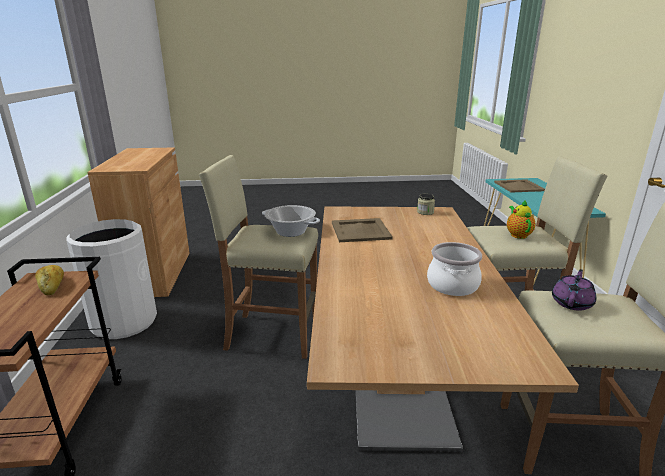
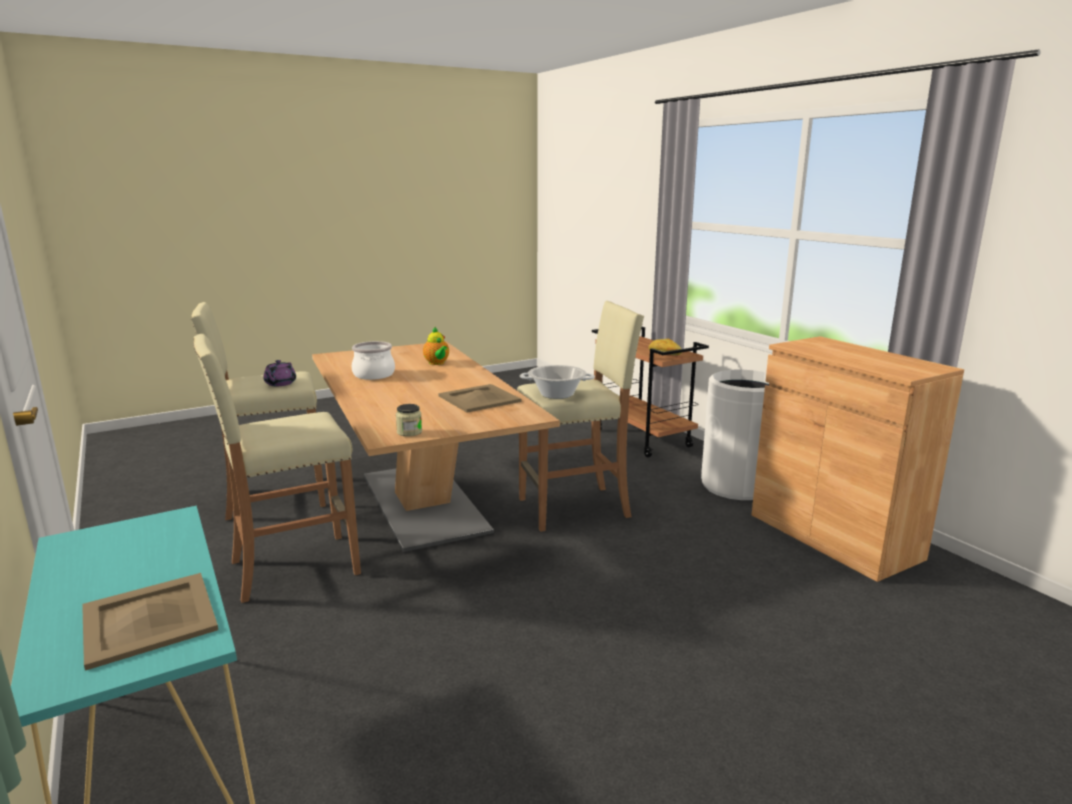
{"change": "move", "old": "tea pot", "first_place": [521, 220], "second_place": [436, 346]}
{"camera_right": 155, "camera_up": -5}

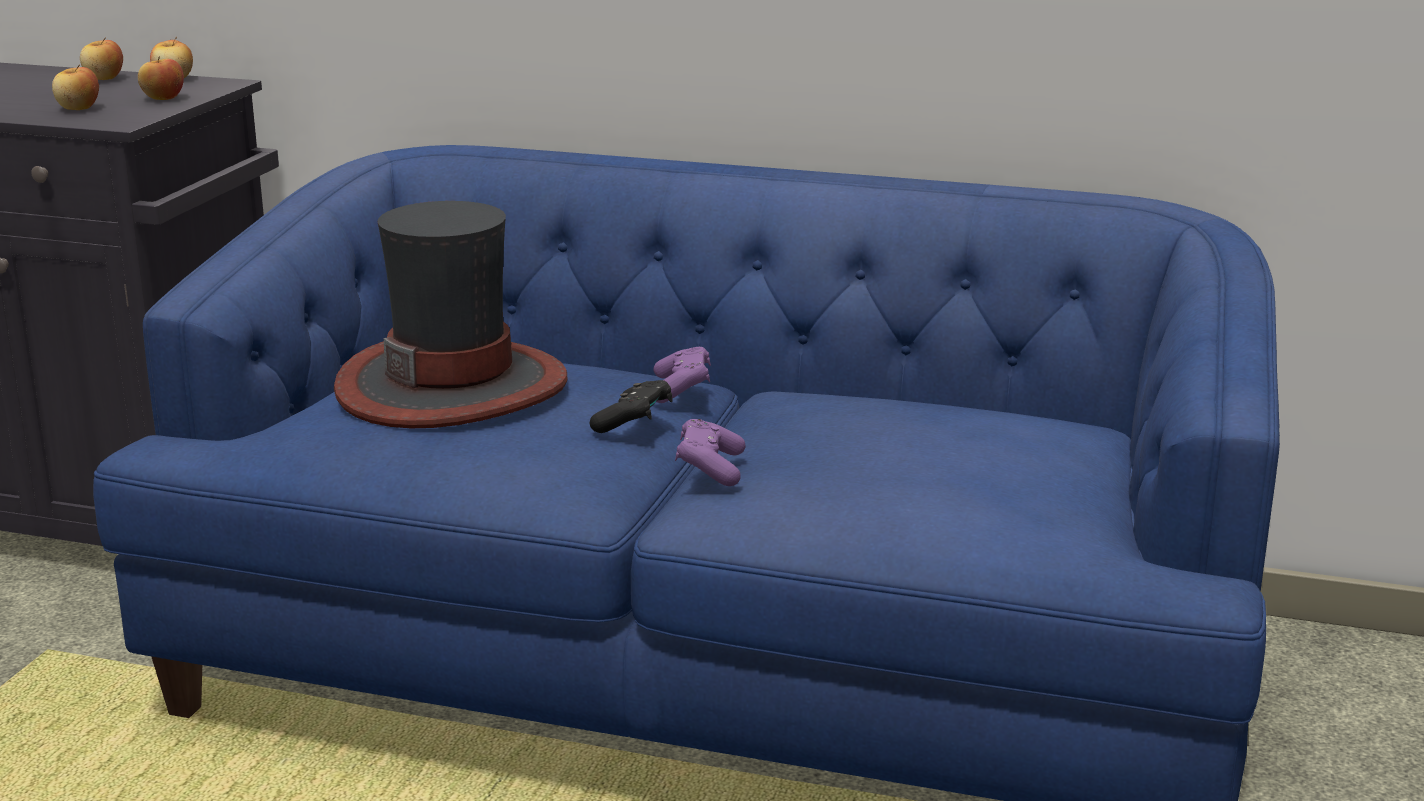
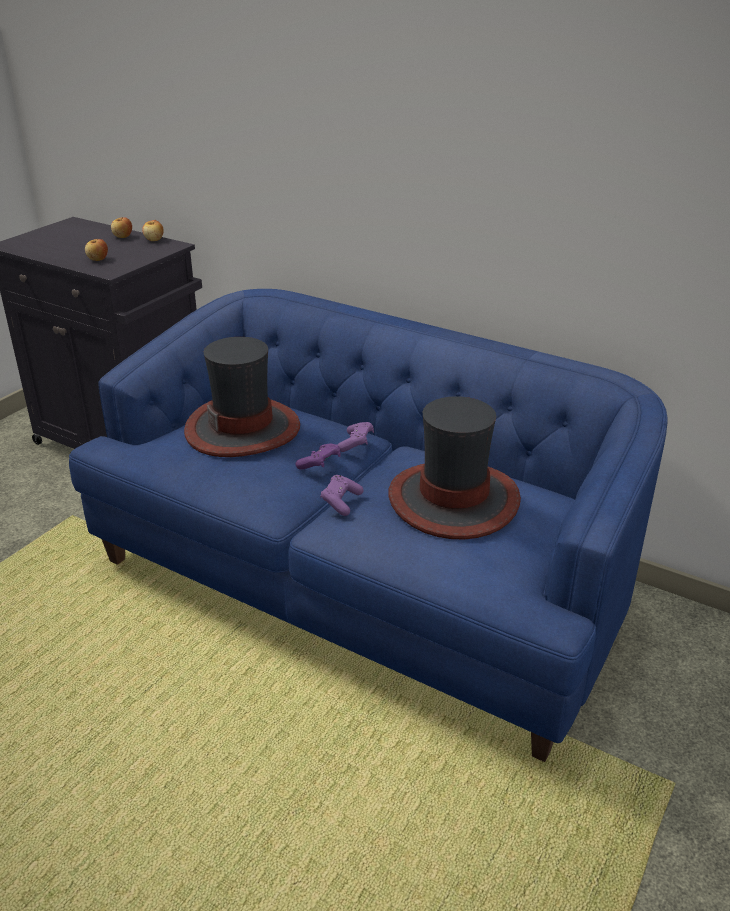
{"change": "recolor", "old": "joypad in black", "new": "joypad in purple", "first_place": [631, 406], "second_place": [318, 457]}
{"change": "insert", "new": "hat", "second_place": [454, 468]}
{"change": "delete", "old": "apple", "first_place": [161, 78]}
{"camera_right": 15, "camera_up": 10}

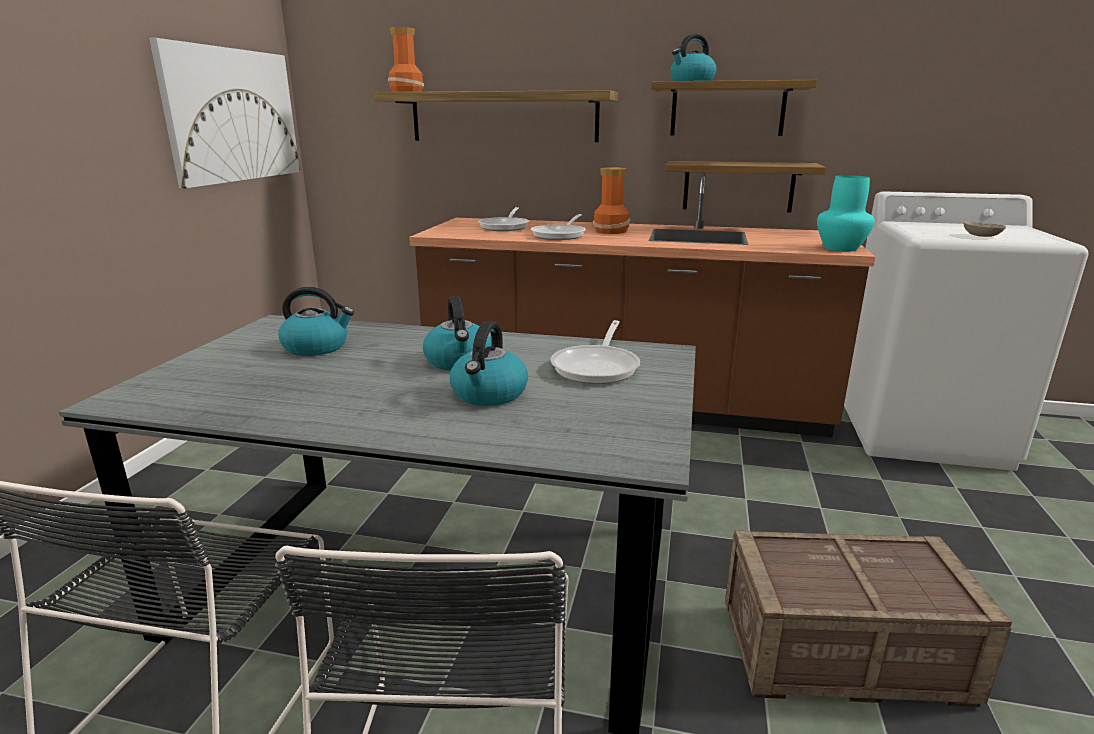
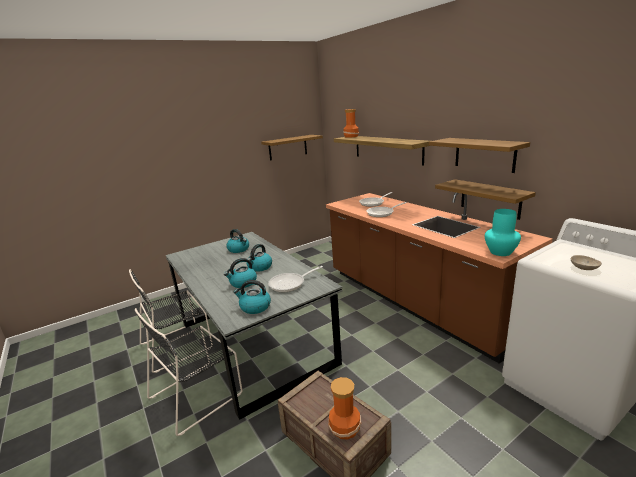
{"change": "move", "old": "water kettle", "first_place": [693, 57], "second_place": [252, 297]}
{"change": "replace", "old": "picture", "new": "wall shelf", "first_place": [224, 113], "second_place": [292, 148]}
{"change": "move", "old": "vase", "first_place": [611, 200], "second_place": [345, 408]}
{"camera_right": 45, "camera_up": 0}

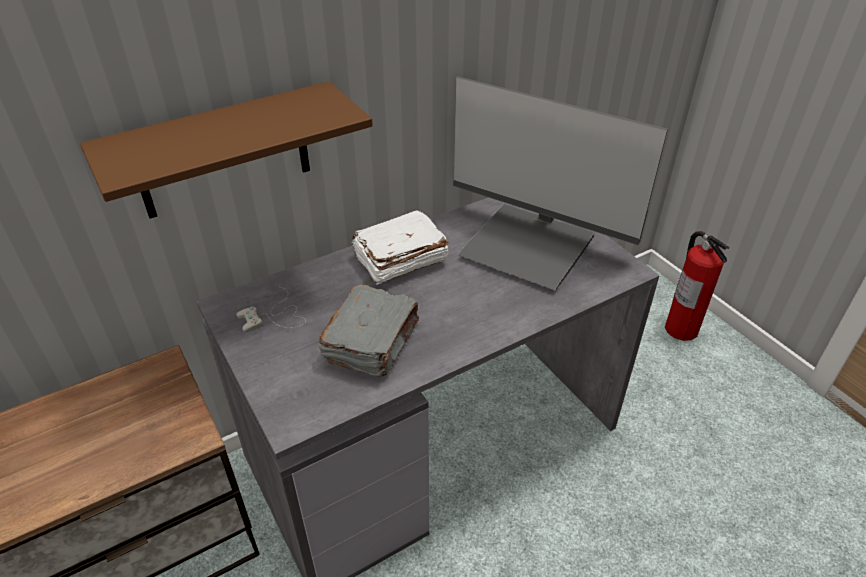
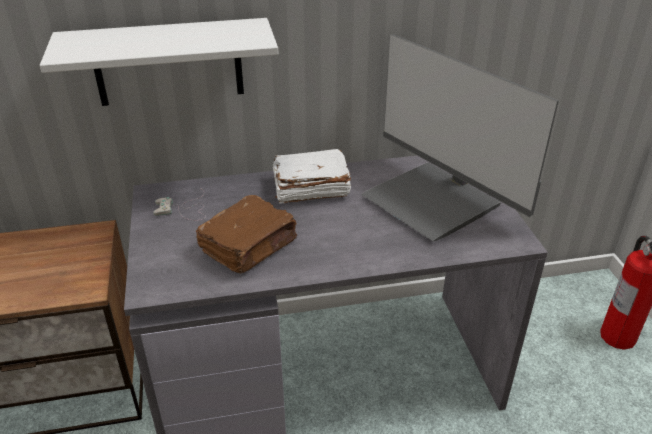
{"change": "recolor", "old": "wall shelf in brownish", "new": "wall shelf in white-coloured", "first_place": [226, 150], "second_place": [159, 62]}
{"change": "recolor", "old": "bound book in grey", "new": "bound book in brownish", "first_place": [368, 330], "second_place": [246, 234]}
{"camera_right": 20, "camera_up": -5}

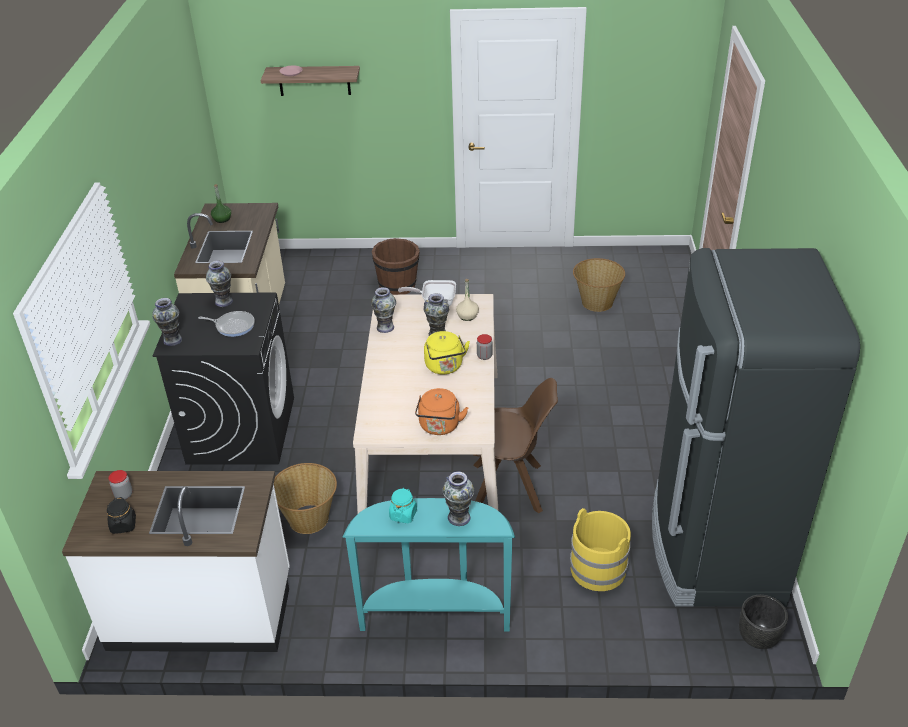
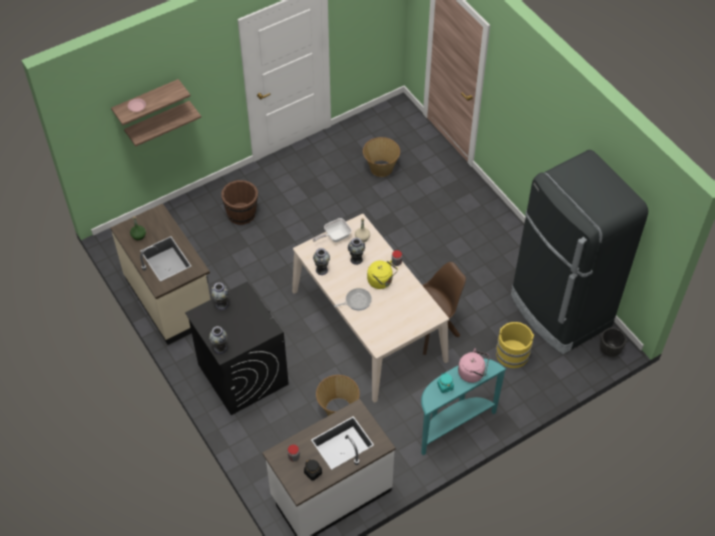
{"change": "insert", "new": "wall shelf", "second_place": [162, 124]}
{"change": "move", "old": "frying pan", "first_place": [226, 324], "second_place": [353, 299]}
{"change": "replace", "old": "vase", "new": "water kettle in pink", "first_place": [458, 498], "second_place": [473, 365]}
{"change": "delete", "old": "water kettle in orange", "first_place": [441, 411]}
{"camera_right": -35, "camera_up": 15}

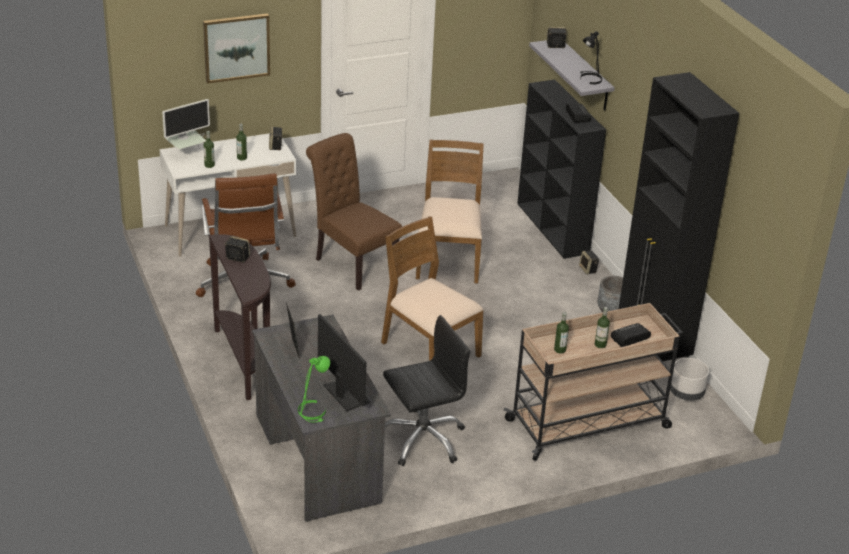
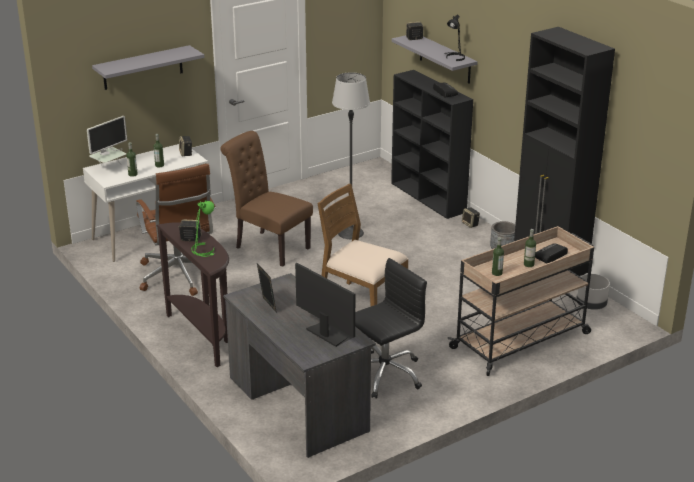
{"change": "replace", "old": "picture", "new": "wall shelf in grey", "first_place": [236, 48], "second_place": [148, 67]}
{"change": "move", "old": "lamp for a table in greenish", "first_place": [314, 389], "second_place": [203, 228]}
{"change": "replace", "old": "chair in brownish", "new": "standard lamp", "first_place": [450, 211], "second_place": [351, 155]}
{"camera_right": -10, "camera_up": -5}

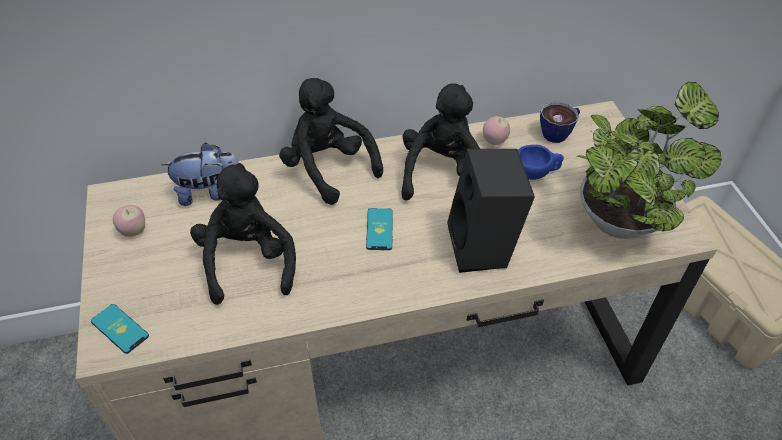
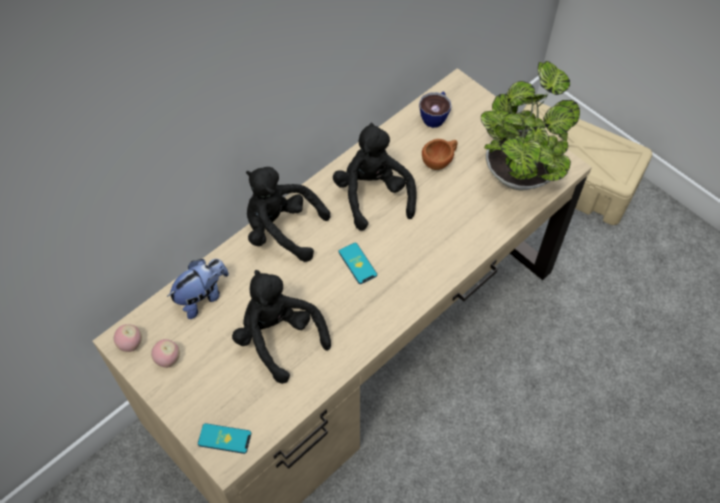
{"change": "move", "old": "apple", "first_place": [496, 130], "second_place": [128, 338]}
{"change": "recolor", "old": "small cup in blue-coloured", "new": "small cup in brownish", "first_place": [541, 162], "second_place": [440, 154]}
{"change": "delete", "old": "speaker in black", "first_place": [491, 211]}
{"camera_right": -30, "camera_up": 10}

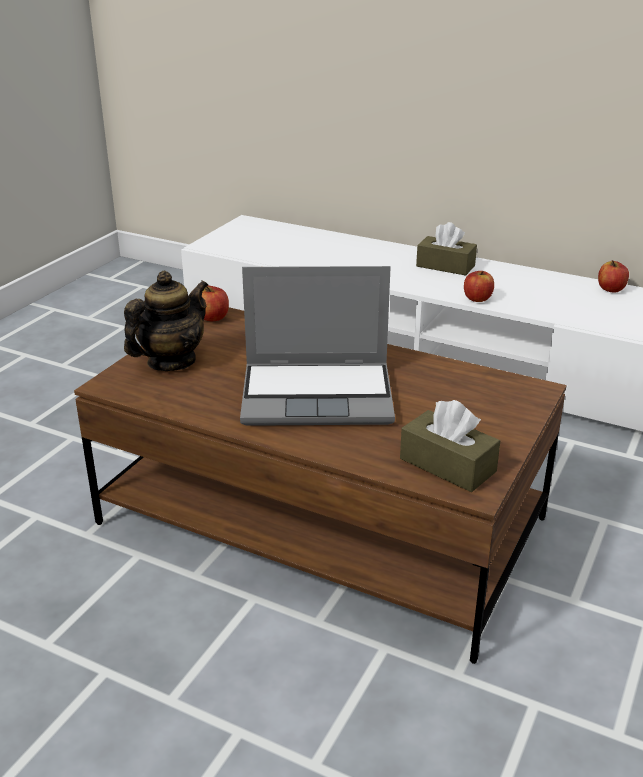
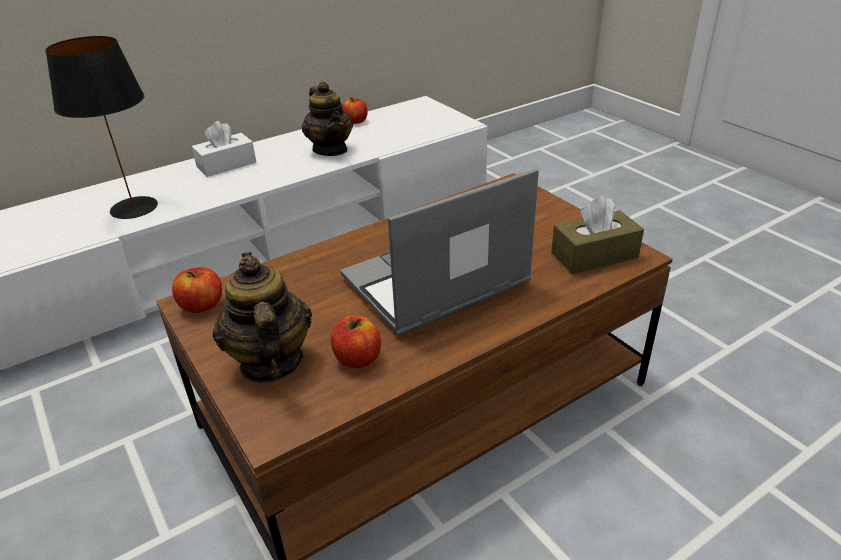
{"change": "insert", "new": "lamp for a table in black", "second_place": [101, 127]}
{"change": "recolor", "old": "tissue holder in brownish", "new": "tissue holder in white-coloured", "first_place": [446, 249], "second_place": [224, 149]}
{"change": "insert", "new": "tea pot", "second_place": [327, 119]}
{"change": "move", "old": "apple", "first_place": [479, 286], "second_place": [356, 342]}
{"change": "rotate", "old": "notebook computer", "first_place": [317, 346], "second_place": [439, 252], "degrees": -150}
{"camera_right": -60, "camera_up": 5}

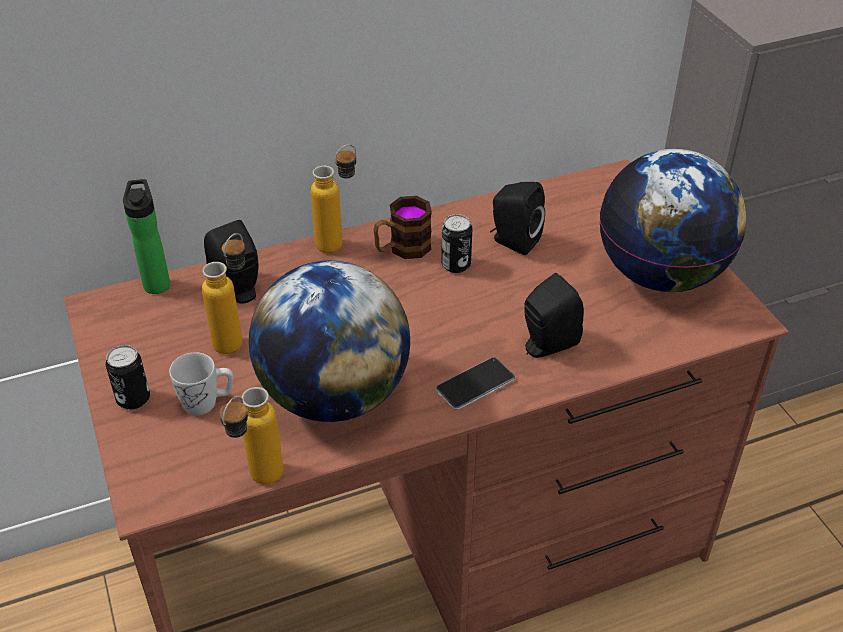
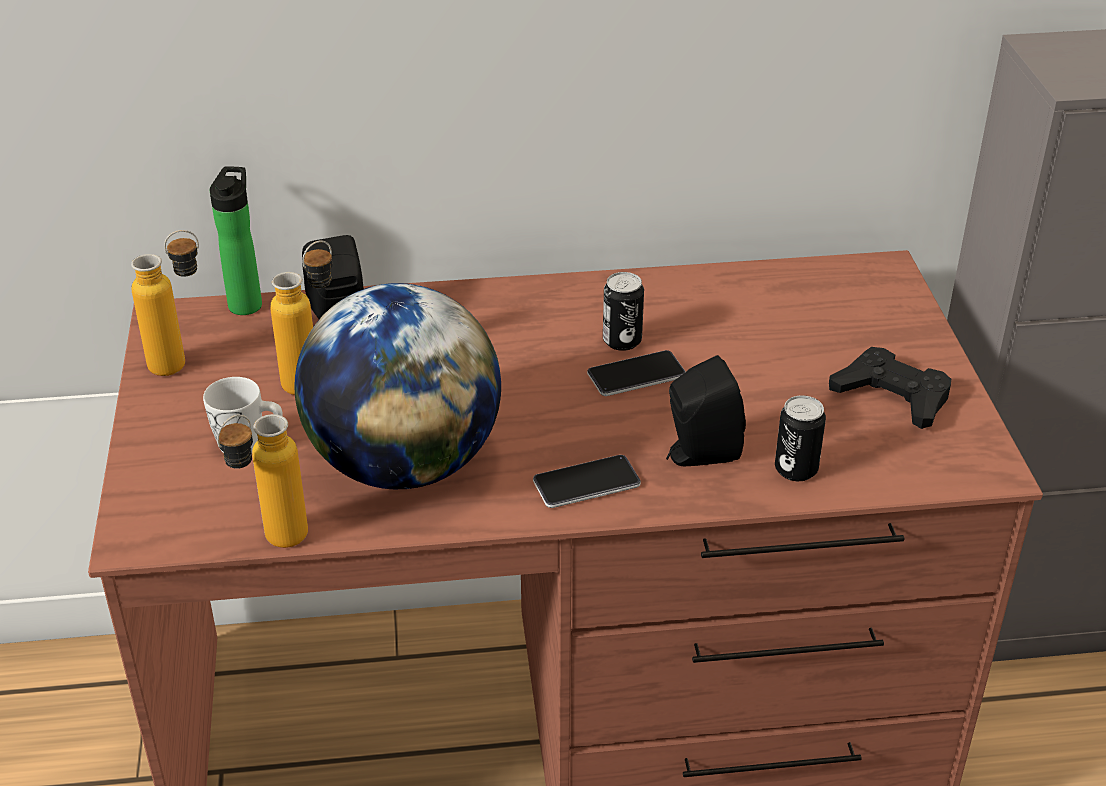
{"change": "move", "old": "beverage bottle", "first_place": [333, 198], "second_place": [165, 303]}
{"change": "insert", "new": "telephone", "second_place": [636, 373]}
{"change": "move", "old": "metal can", "first_place": [127, 377], "second_place": [800, 438]}
{"change": "replace", "old": "world globe", "new": "joypad in black", "first_place": [673, 220], "second_place": [890, 388]}
{"change": "delete", "old": "mug", "first_place": [402, 227]}
{"change": "delete", "old": "speaker in black", "first_place": [517, 218]}
{"camera_right": 15, "camera_up": -5}

